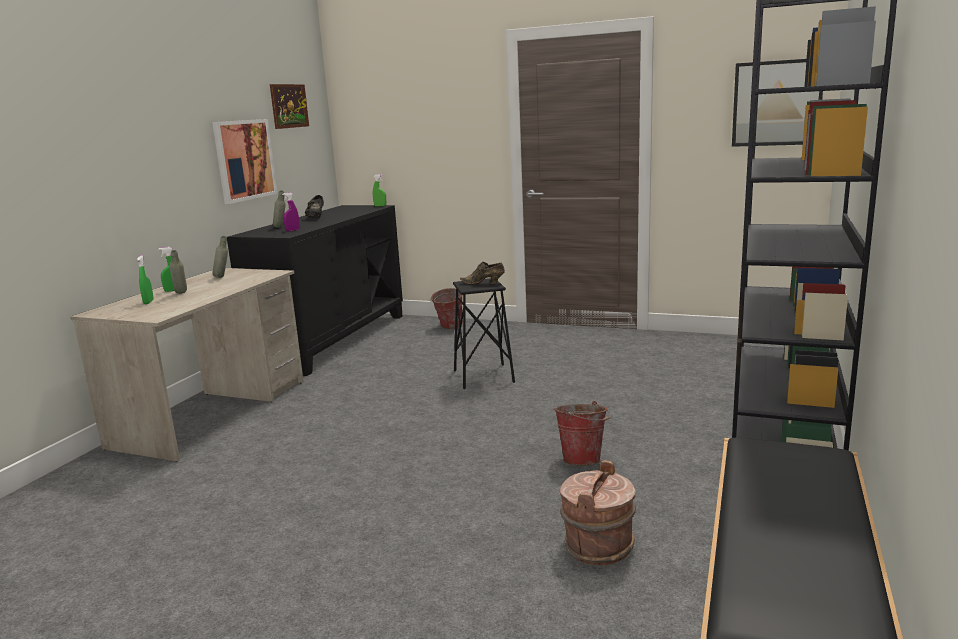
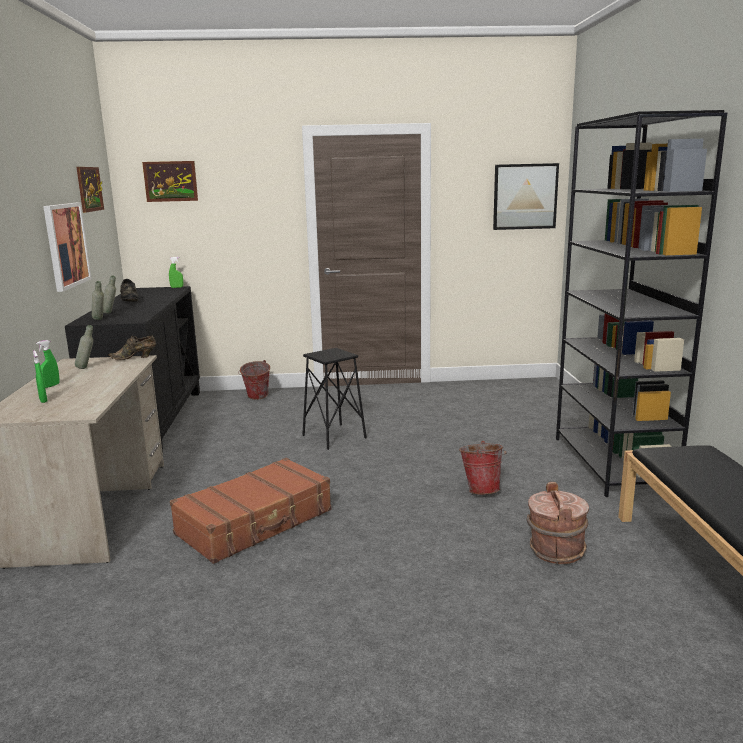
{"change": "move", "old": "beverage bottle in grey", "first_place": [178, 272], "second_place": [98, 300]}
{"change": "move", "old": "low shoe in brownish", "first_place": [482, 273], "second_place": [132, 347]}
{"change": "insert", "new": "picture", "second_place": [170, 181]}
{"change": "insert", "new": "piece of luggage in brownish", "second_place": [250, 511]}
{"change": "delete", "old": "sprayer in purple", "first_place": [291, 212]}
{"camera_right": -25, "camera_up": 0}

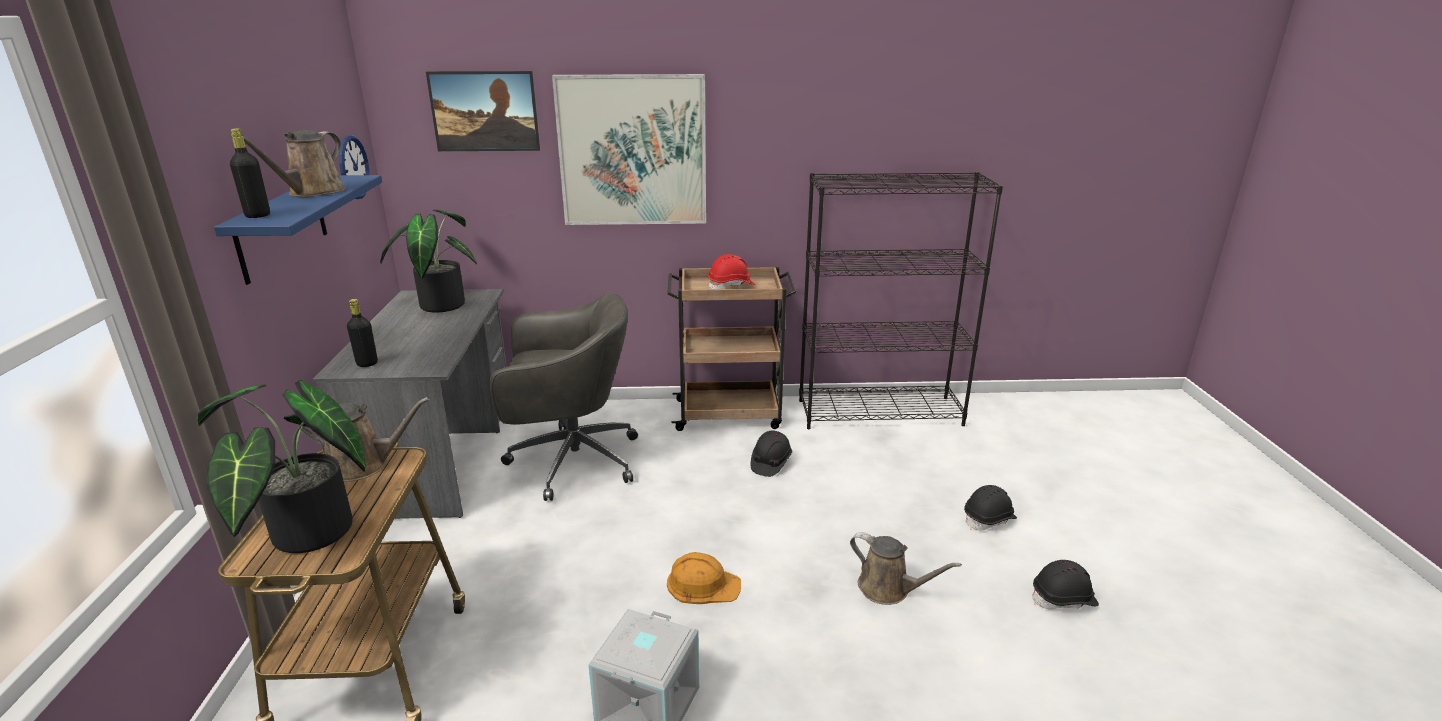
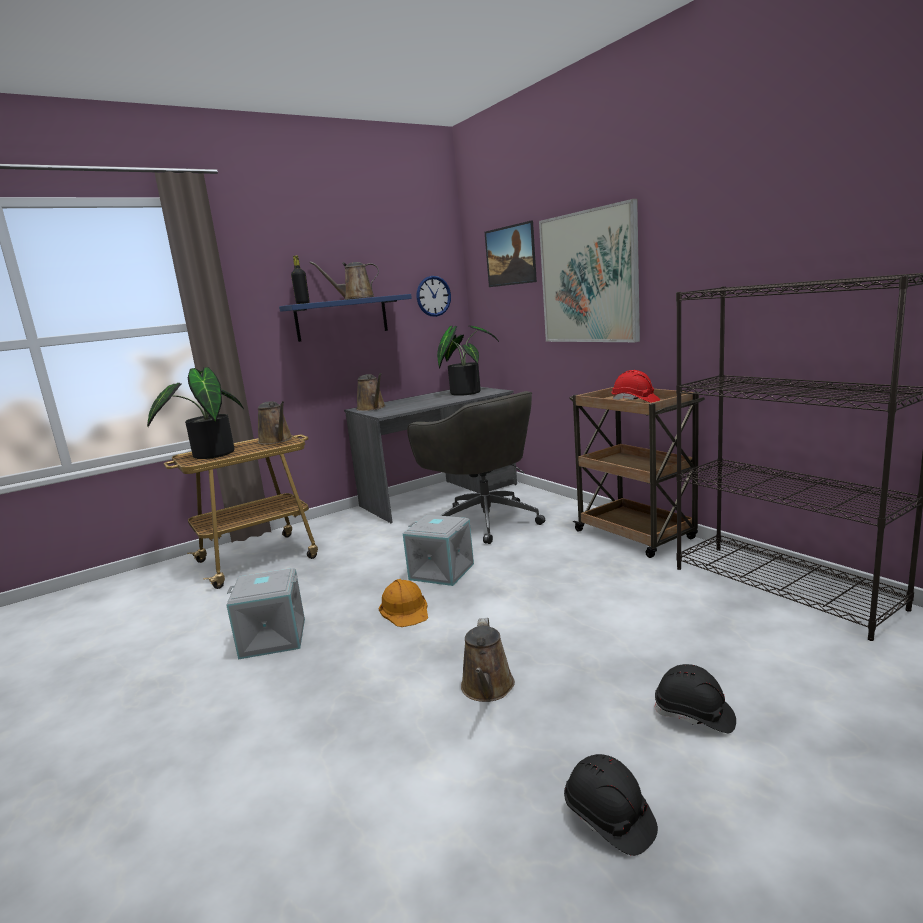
{"change": "replace", "old": "beverage bottle in black", "new": "watering pot in brownish", "first_place": [362, 333], "second_place": [371, 392]}
{"change": "insert", "new": "storage bin in grey", "second_place": [438, 550]}
{"change": "delete", "old": "work helmet in black", "first_place": [771, 454]}
{"camera_right": 60, "camera_up": -10}

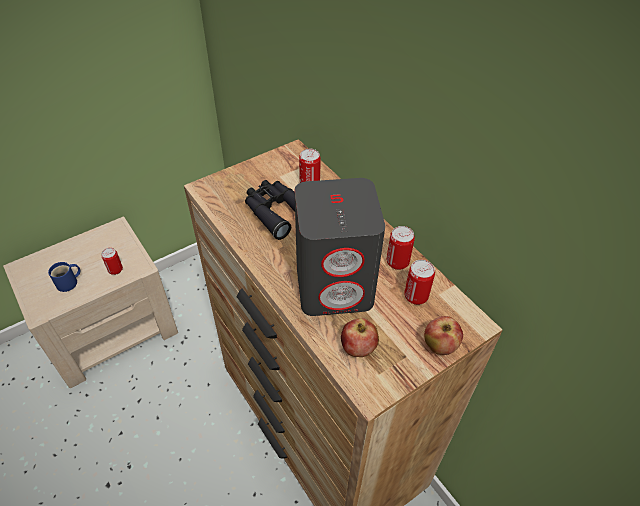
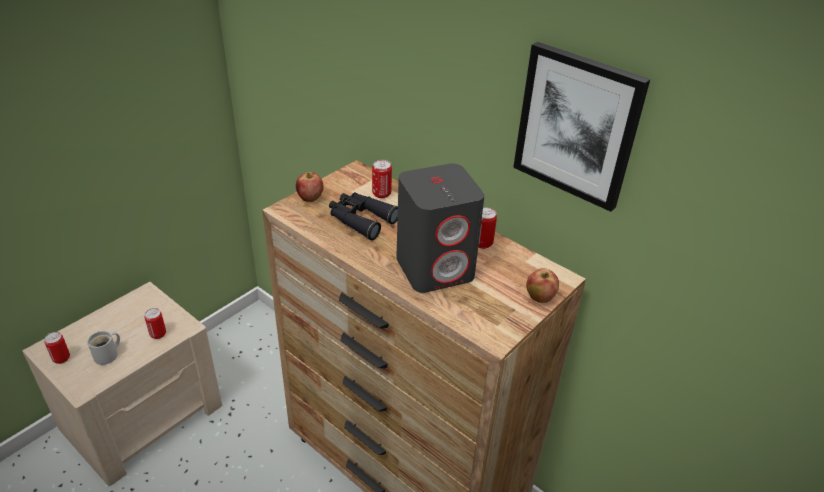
{"change": "move", "old": "metal can", "first_place": [419, 282], "second_place": [57, 348]}
{"change": "recolor", "old": "mug in blue-coloured", "new": "mug in white-coloured", "first_place": [64, 277], "second_place": [103, 348]}
{"change": "move", "old": "apple", "first_place": [360, 337], "second_place": [310, 187]}
{"change": "insert", "new": "picture", "second_place": [581, 127]}
{"camera_right": -15, "camera_up": -10}

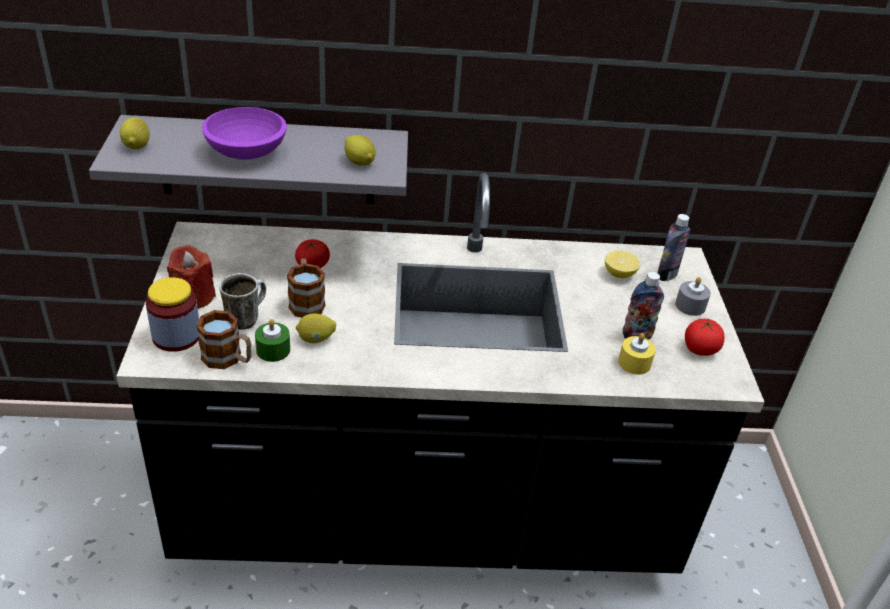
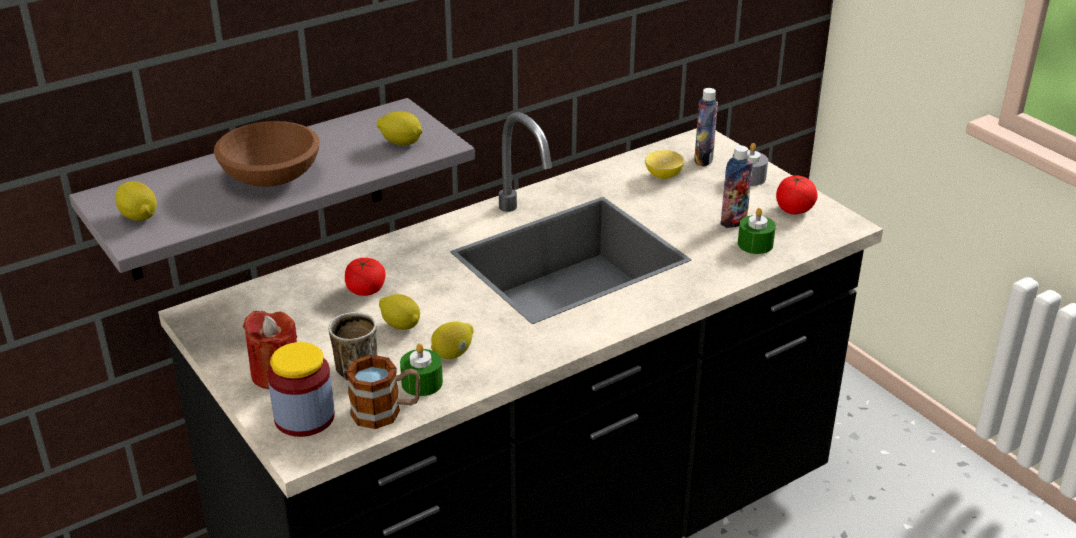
{"change": "recolor", "old": "serving bowl in purple", "new": "serving bowl in brownish", "first_place": [244, 133], "second_place": [267, 154]}
{"change": "replace", "old": "mug", "new": "whole lemon", "first_place": [306, 287], "second_place": [399, 312]}
{"change": "recolor", "old": "candle in yellow", "new": "candle in greenish", "first_place": [637, 354], "second_place": [757, 231]}
{"camera_right": -30, "camera_up": -5}

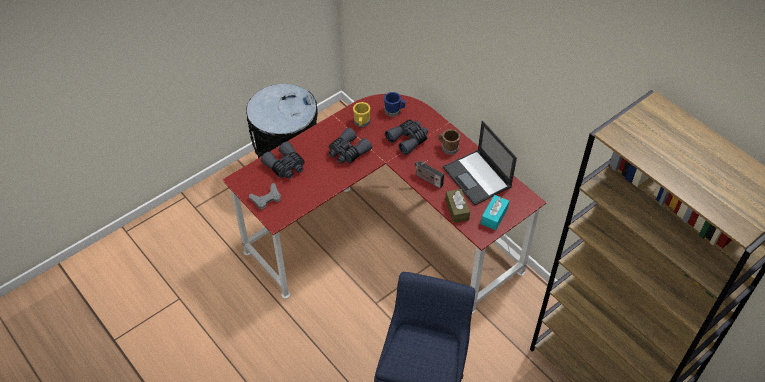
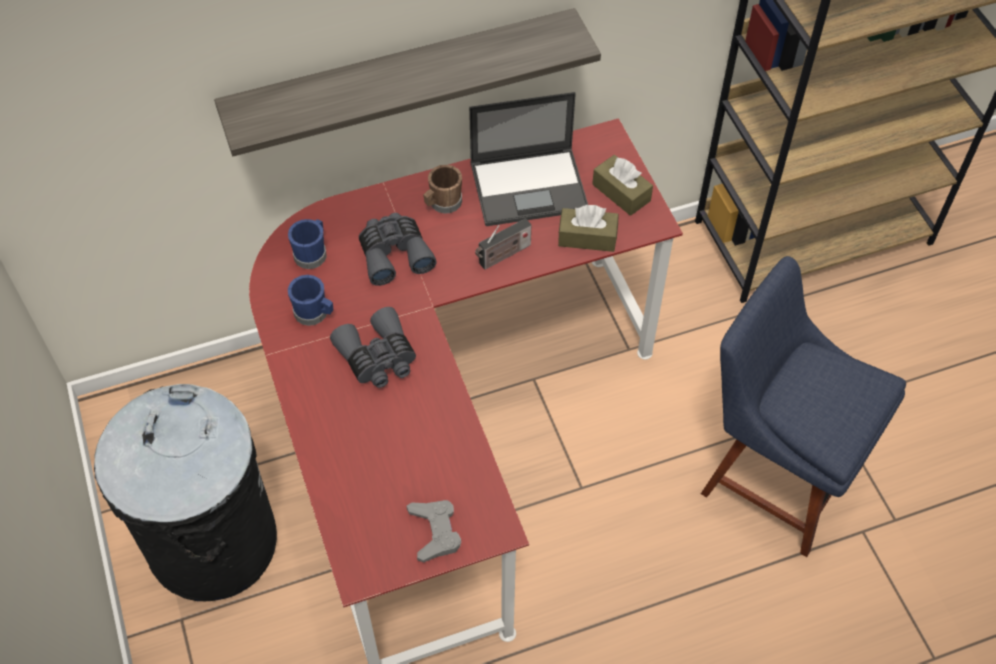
{"change": "insert", "new": "wall shelf", "second_place": [407, 82]}
{"change": "recolor", "old": "mug in yellow", "new": "mug in blue-coloured", "first_place": [361, 114], "second_place": [310, 300]}
{"change": "recolor", "old": "tissue holder in turquoise", "new": "tissue holder in brownish", "first_place": [495, 212], "second_place": [622, 185]}
{"change": "delete", "old": "field glasses in grey", "first_place": [283, 160]}
{"camera_right": -70, "camera_up": 5}

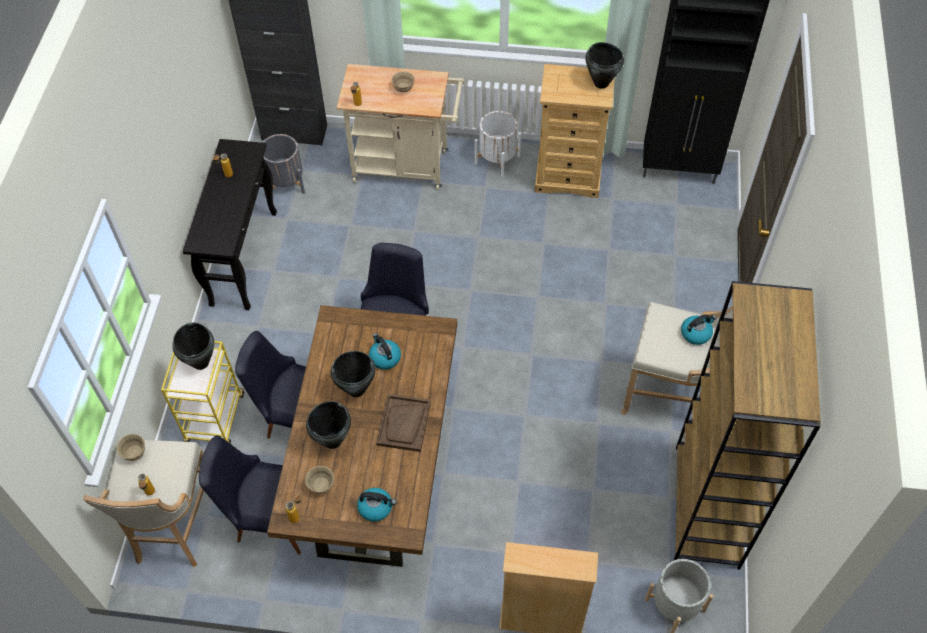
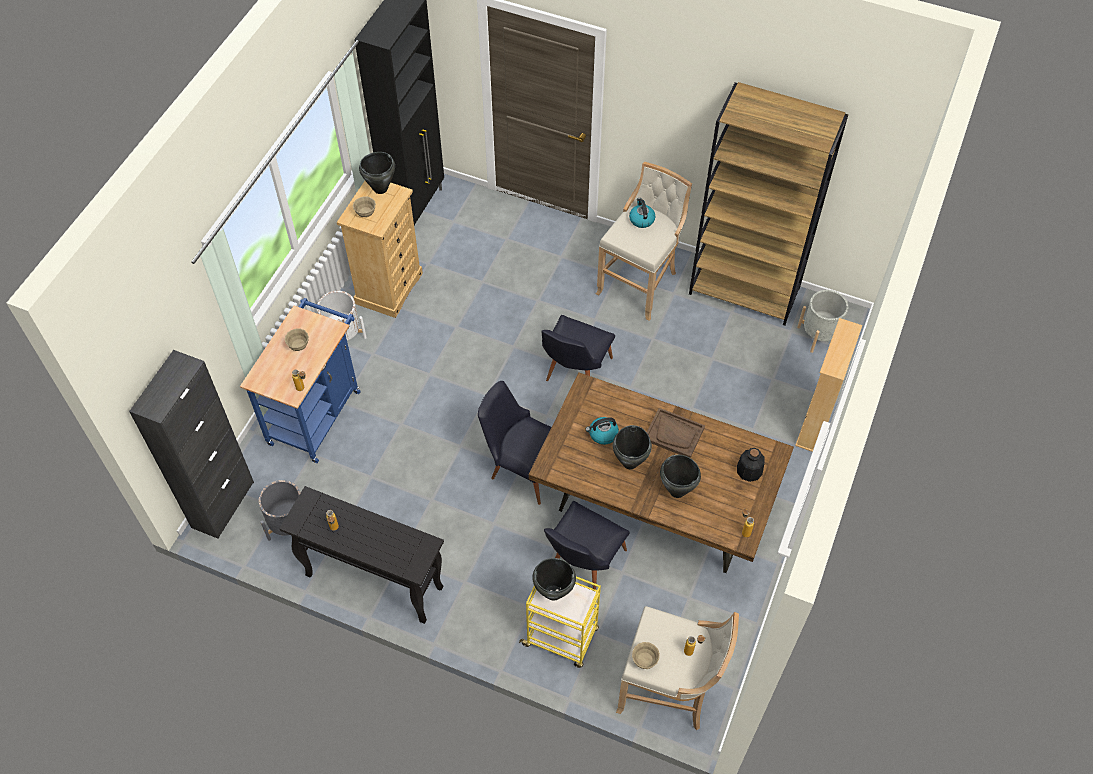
{"change": "recolor", "old": "wheeled cart in beige-coloured", "new": "wheeled cart in blue-coloured", "first_place": [400, 127], "second_place": [300, 380]}
{"change": "move", "old": "serving bowl in beige-coloured", "first_place": [319, 480], "second_place": [364, 206]}
{"change": "move", "old": "chair in black", "first_place": [250, 495], "second_place": [578, 348]}
{"change": "replace", "old": "water kettle", "new": "beverage bottle", "first_place": [377, 505], "second_place": [750, 465]}
{"camera_right": -75, "camera_up": 0}

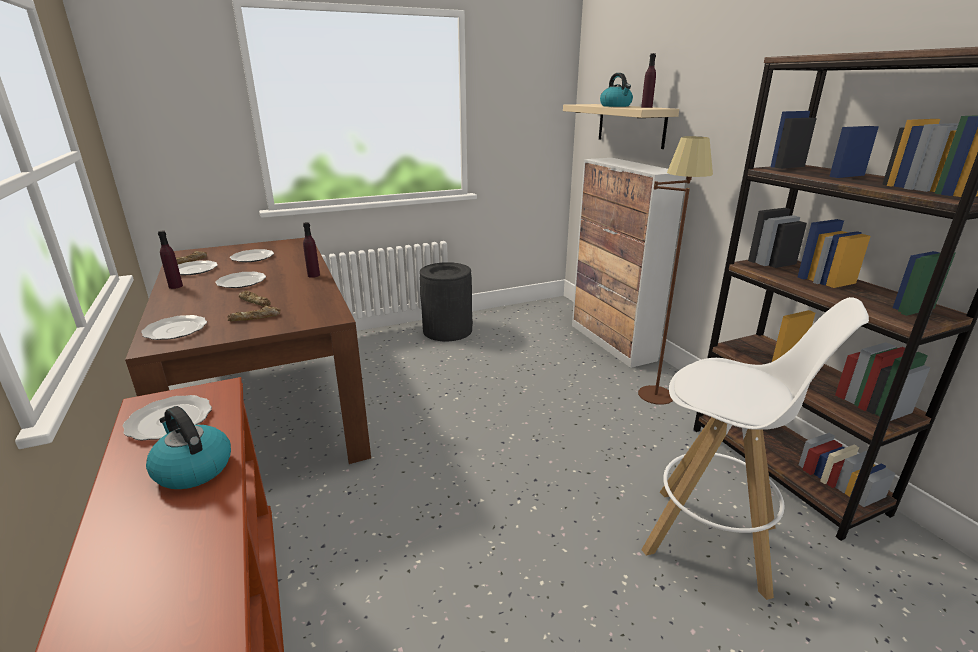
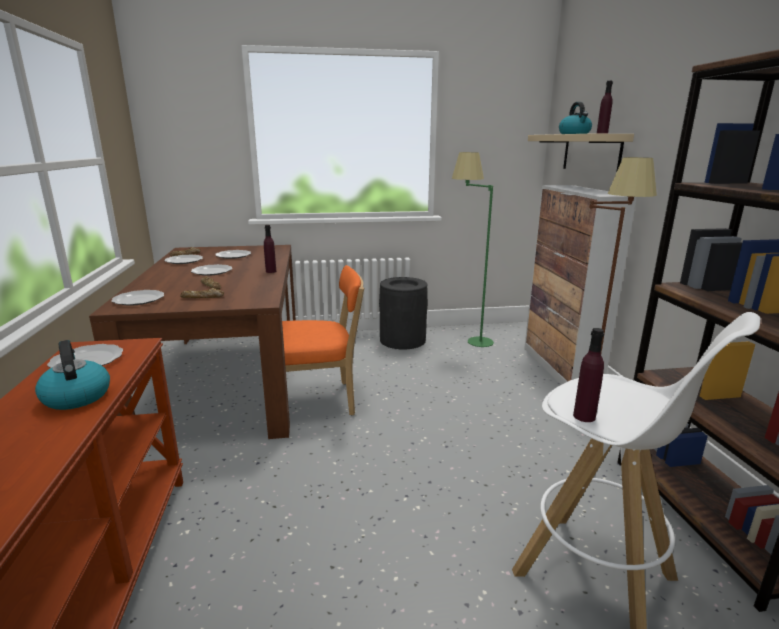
{"change": "insert", "new": "chair in orange", "second_place": [323, 340]}
{"change": "insert", "new": "standard lamp in greenish", "second_place": [473, 249]}
{"change": "move", "old": "beverage bottle in purple", "first_place": [170, 260], "second_place": [588, 375]}
{"camera_right": 15, "camera_up": -5}

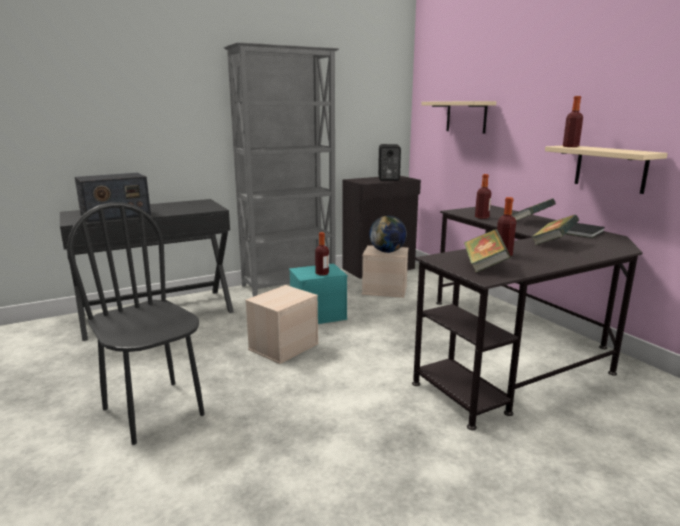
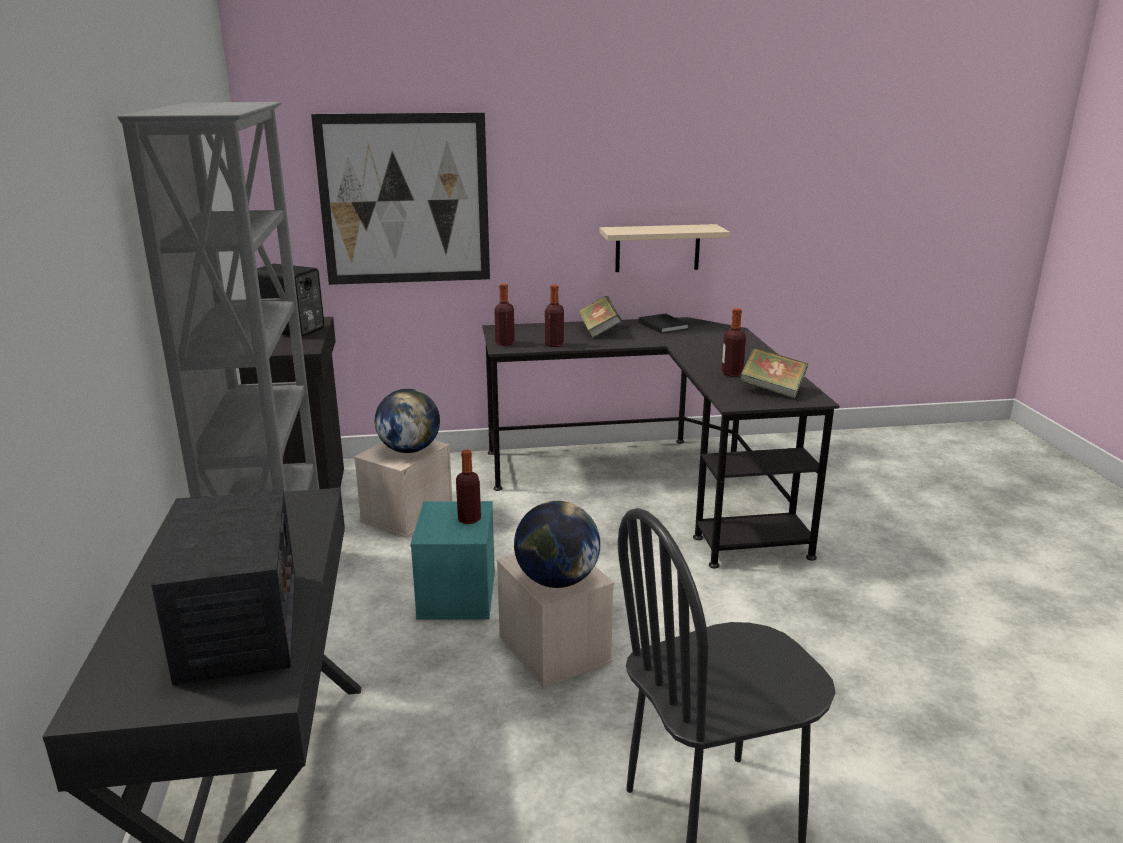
{"change": "replace", "old": "wall shelf in beige-coloured", "new": "picture", "first_place": [458, 117], "second_place": [400, 199]}
{"change": "move", "old": "beverage bottle", "first_place": [573, 121], "second_place": [504, 314]}
{"change": "insert", "new": "world globe", "second_place": [557, 544]}
{"change": "delete", "old": "bound book", "first_place": [555, 230]}
{"camera_right": -70, "camera_up": 5}

